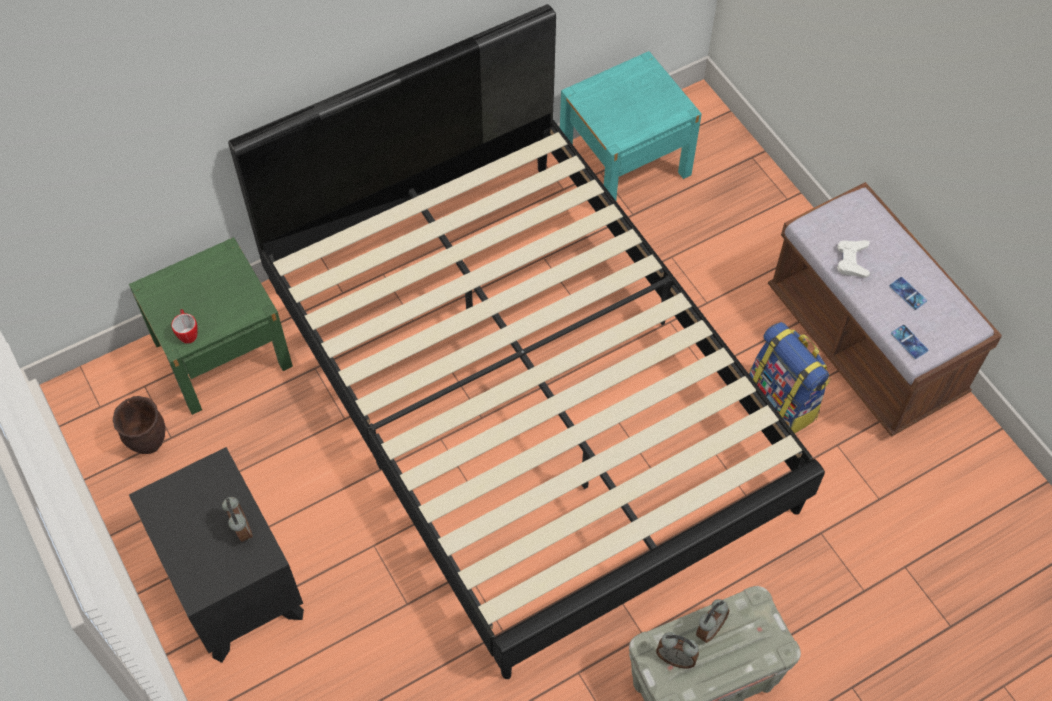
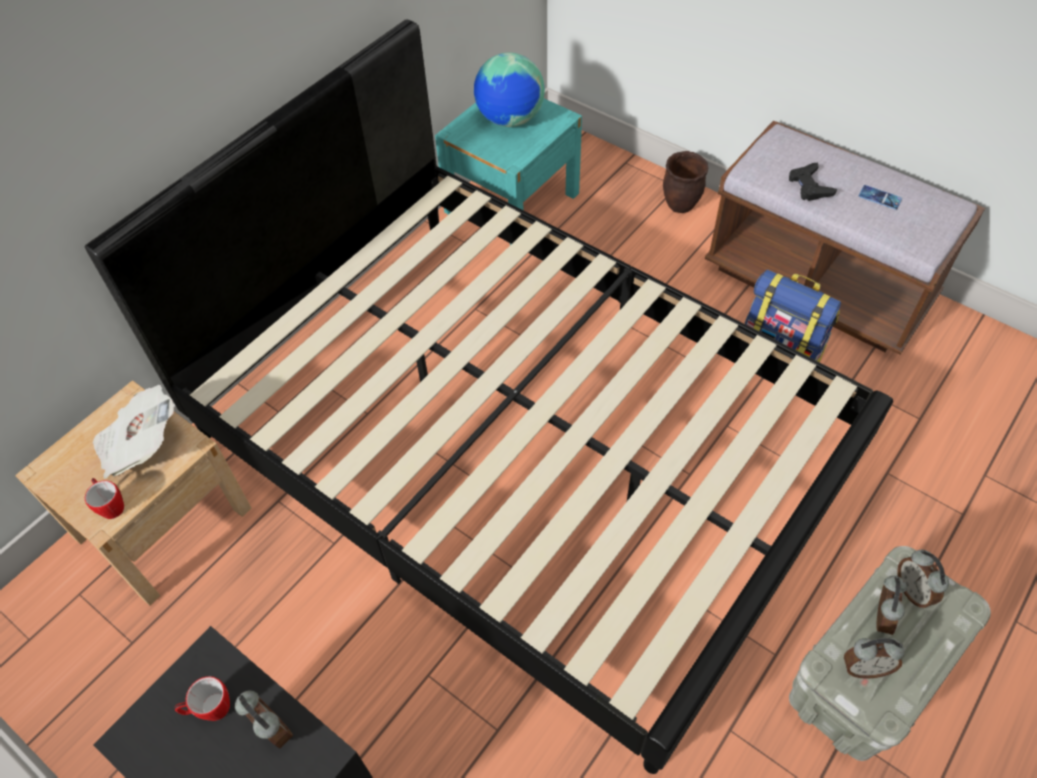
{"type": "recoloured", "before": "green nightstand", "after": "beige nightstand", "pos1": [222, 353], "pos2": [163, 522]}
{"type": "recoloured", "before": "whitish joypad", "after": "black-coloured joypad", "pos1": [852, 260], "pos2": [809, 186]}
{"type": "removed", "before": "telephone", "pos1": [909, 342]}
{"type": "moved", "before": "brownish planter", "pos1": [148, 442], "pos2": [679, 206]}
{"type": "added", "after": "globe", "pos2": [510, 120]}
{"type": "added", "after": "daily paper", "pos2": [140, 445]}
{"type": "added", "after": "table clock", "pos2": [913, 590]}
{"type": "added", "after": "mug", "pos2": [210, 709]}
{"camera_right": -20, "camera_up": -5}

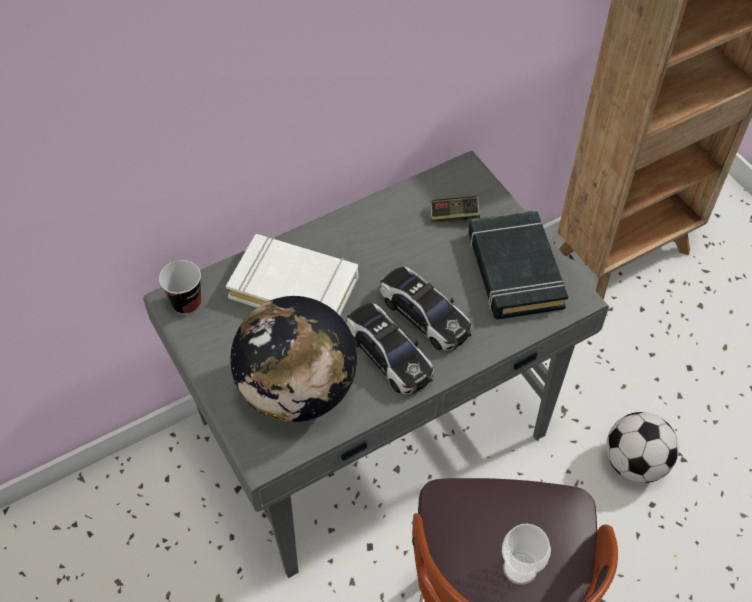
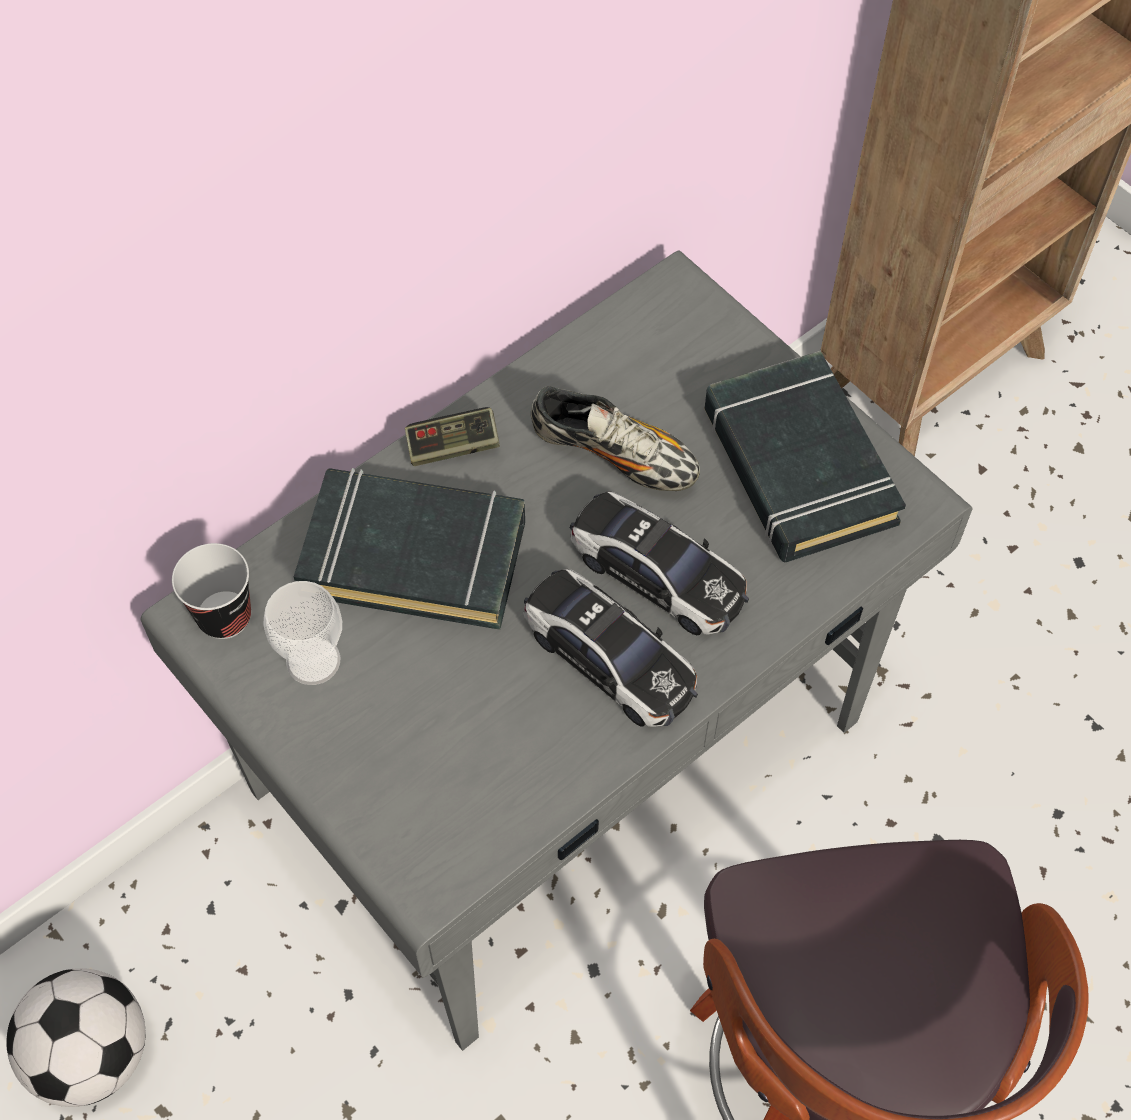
{"type": "moved", "before": "joypad", "pos1": [454, 215], "pos2": [453, 446]}
{"type": "recoloured", "before": "whitish bound book", "after": "black-coloured bound book", "pos1": [294, 287], "pos2": [414, 556]}
{"type": "removed", "before": "globe", "pos1": [297, 391]}
{"type": "moved", "before": "football", "pos1": [634, 462], "pos2": [92, 1054]}
{"type": "moved", "before": "small cup", "pos1": [520, 568], "pos2": [313, 661]}
{"type": "added", "after": "shoe", "pos2": [614, 455]}
{"camera_right": -10, "camera_up": 5}

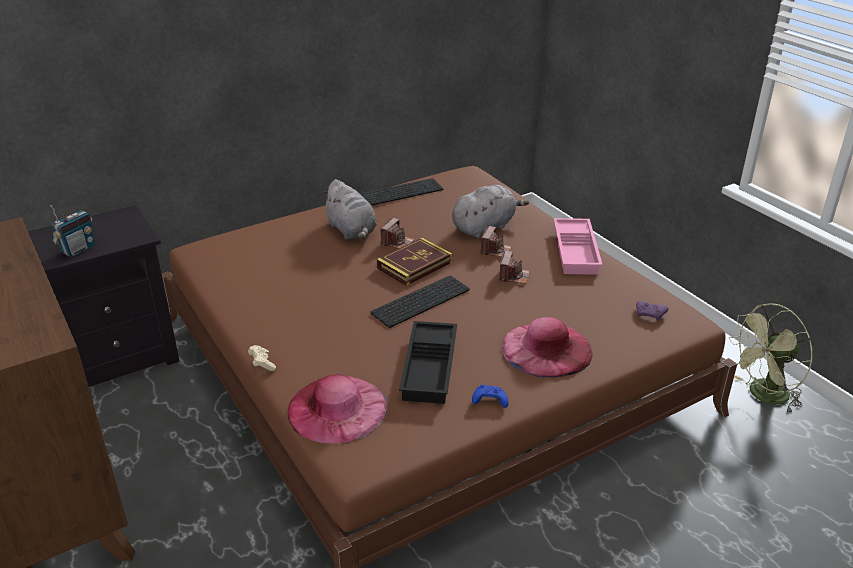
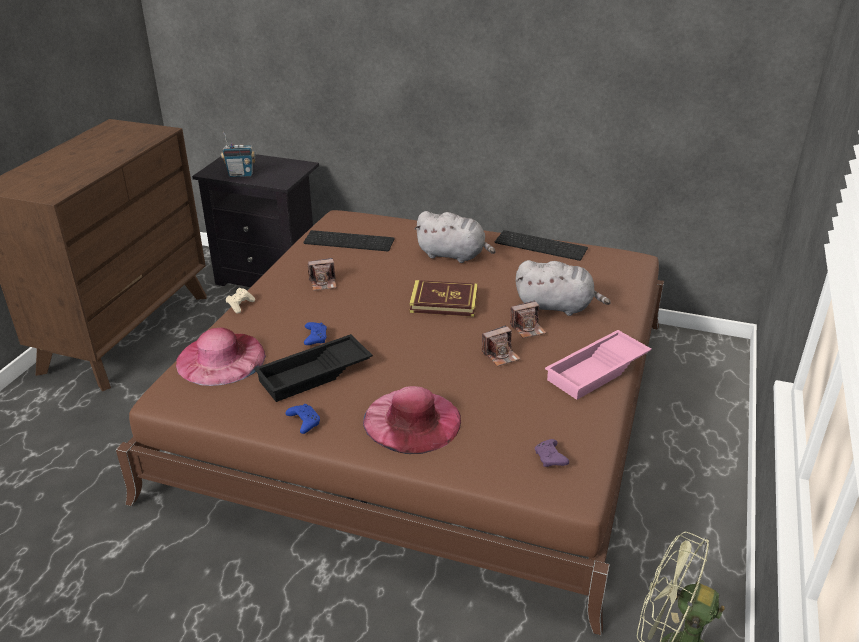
{"type": "turned", "before": "grey soft toy", "pos1": [352, 231], "pos2": [453, 255], "turn": -90}
{"type": "moved", "before": "still camera", "pos1": [397, 242], "pos2": [323, 283]}
{"type": "moved", "before": "computer keyboard", "pos1": [420, 300], "pos2": [350, 240]}
{"type": "added", "after": "blue-coloured joypad", "pos2": [315, 337]}
{"camera_right": 50, "camera_up": 0}

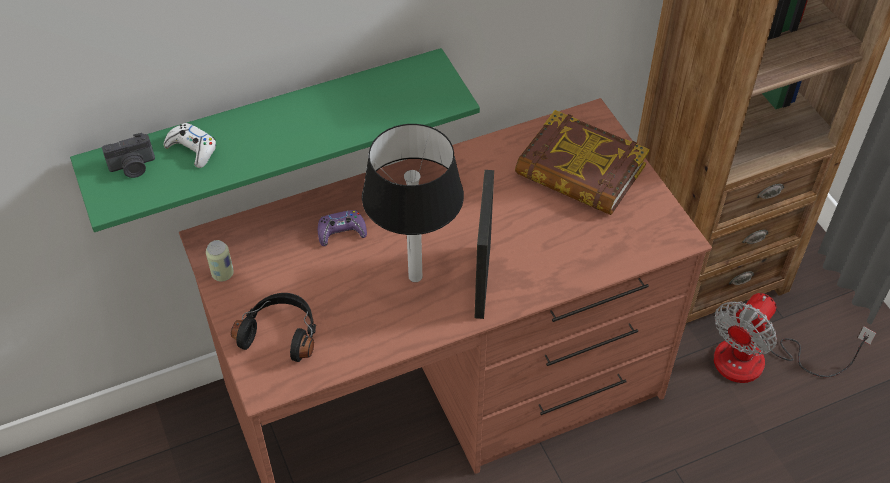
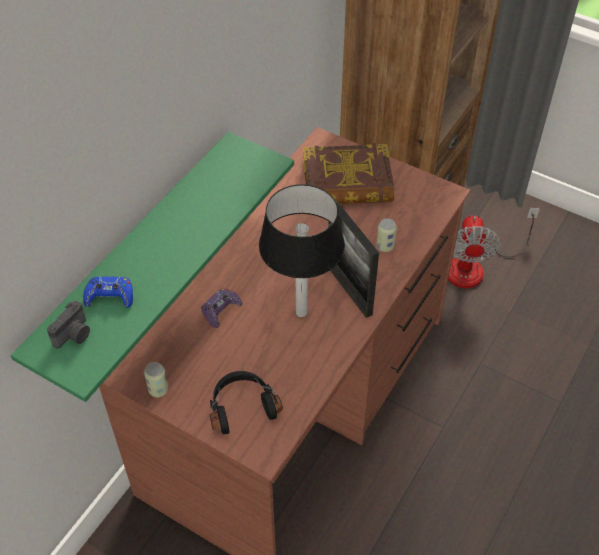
{"type": "recoloured", "before": "whitish joypad", "after": "blue-coloured joypad", "pos1": [192, 149], "pos2": [110, 296]}
{"type": "added", "after": "sealed can", "pos2": [385, 246]}
{"camera_right": -35, "camera_up": 0}

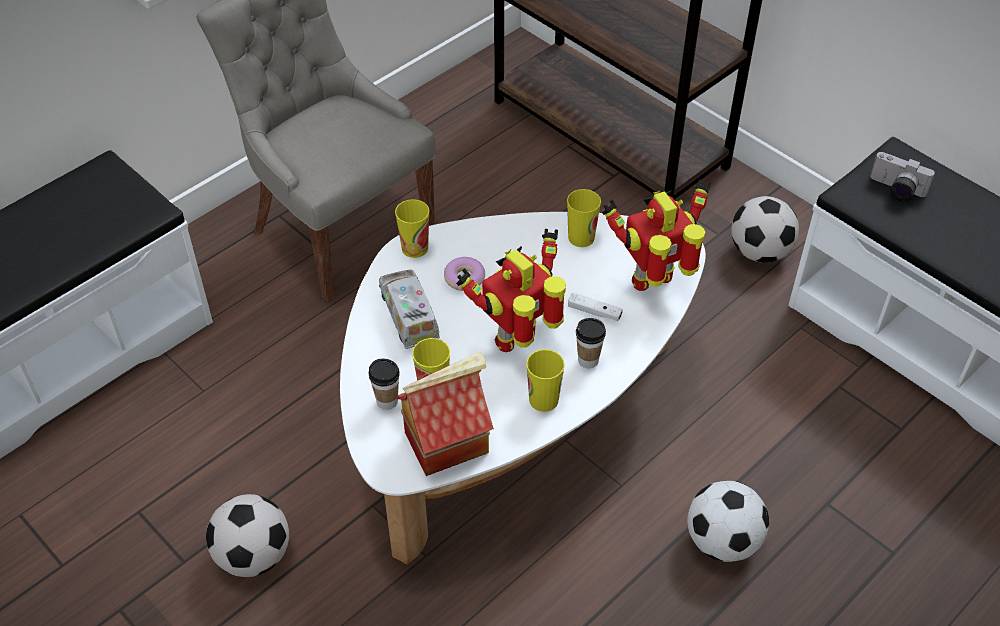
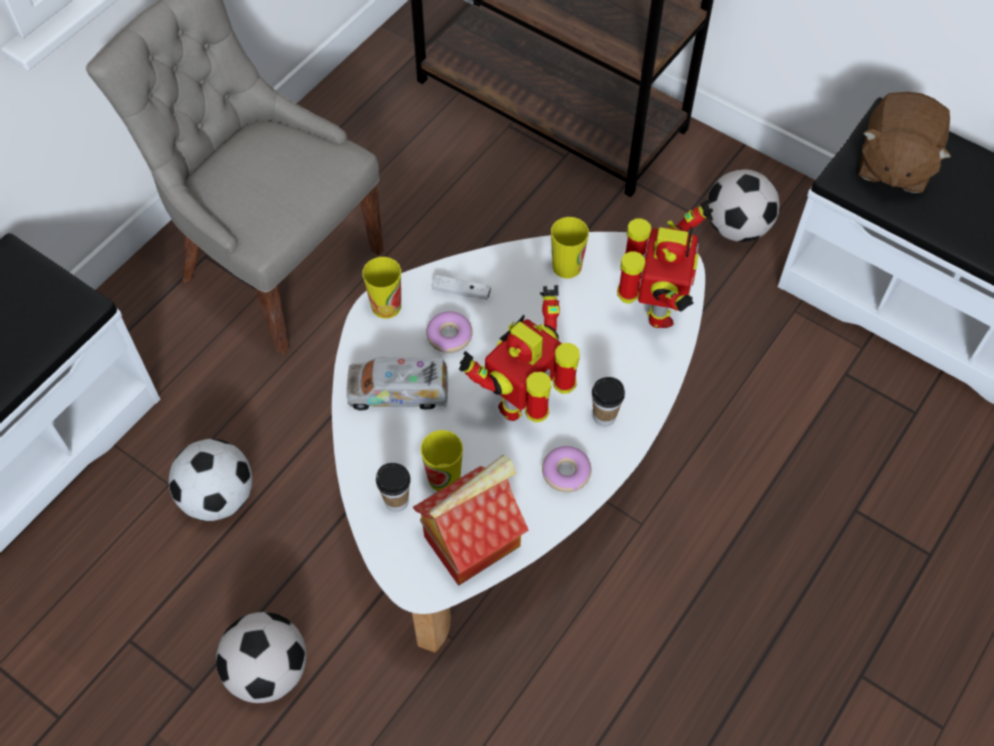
{"type": "replaced", "before": "still camera", "after": "brownish soft toy", "pos1": [895, 190], "pos2": [894, 164]}
{"type": "turned", "before": "model robot", "pos1": [655, 282], "pos2": [657, 310], "turn": 135}
{"type": "turned", "before": "toy truck", "pos1": [409, 316], "pos2": [398, 392], "turn": -60}
{"type": "moved", "before": "whitish joypad", "pos1": [594, 312], "pos2": [461, 292]}
{"type": "replaced", "before": "small cup", "after": "doughnut", "pos1": [543, 399], "pos2": [566, 472]}
{"type": "moved", "before": "football", "pos1": [722, 542], "pos2": [218, 497]}
{"camera_right": -10, "camera_up": 10}

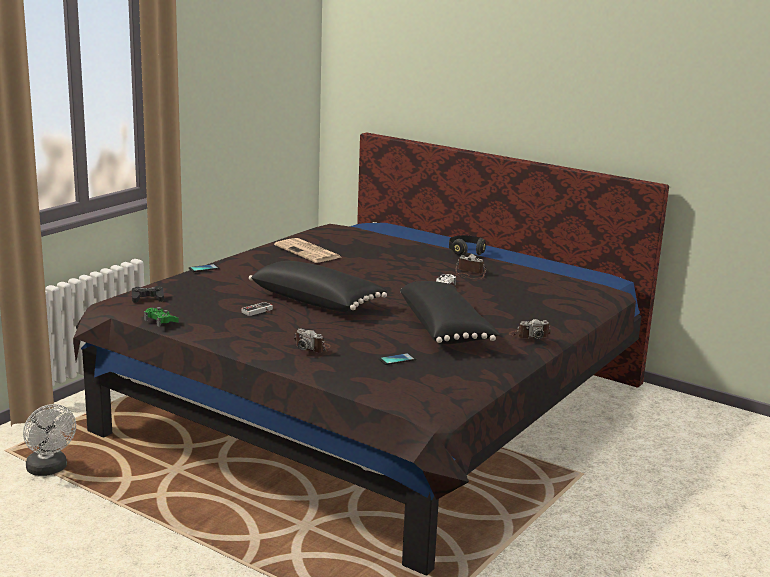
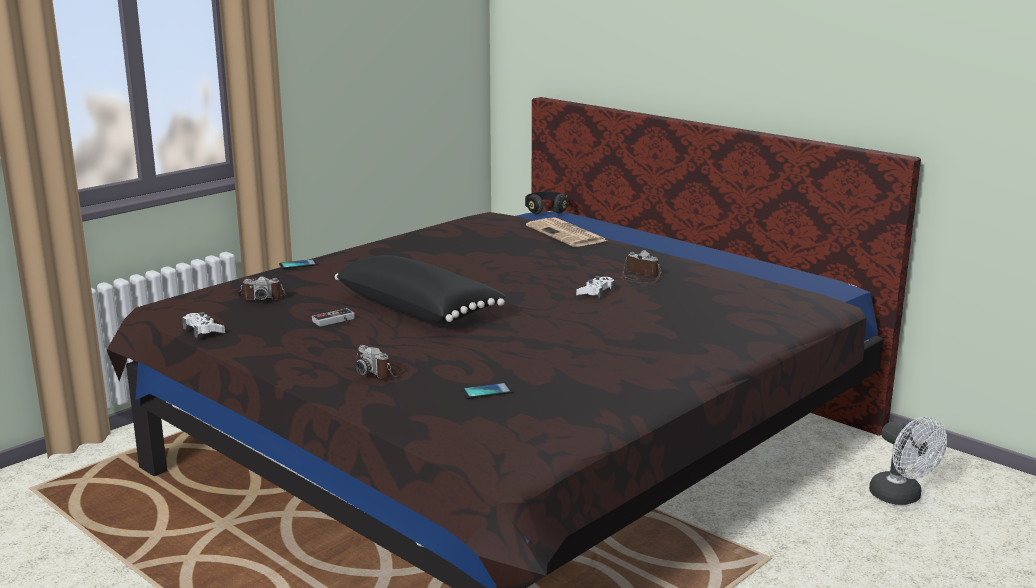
{"type": "moved", "before": "black-coloured headphones", "pos1": [466, 252], "pos2": [546, 210]}
{"type": "moved", "before": "daily paper", "pos1": [309, 252], "pos2": [567, 234]}
{"type": "removed", "before": "black-coloured pillow", "pos1": [445, 329]}
{"type": "removed", "before": "black-coloured joypad", "pos1": [147, 298]}
{"type": "recoloured", "before": "green joypad", "after": "whitish joypad", "pos1": [160, 321], "pos2": [203, 330]}
{"type": "moved", "before": "still camera", "pos1": [529, 336], "pos2": [262, 297]}
{"type": "moved", "before": "whitish fan", "pos1": [49, 470], "pos2": [901, 497]}
{"camera_right": 10, "camera_up": 0}

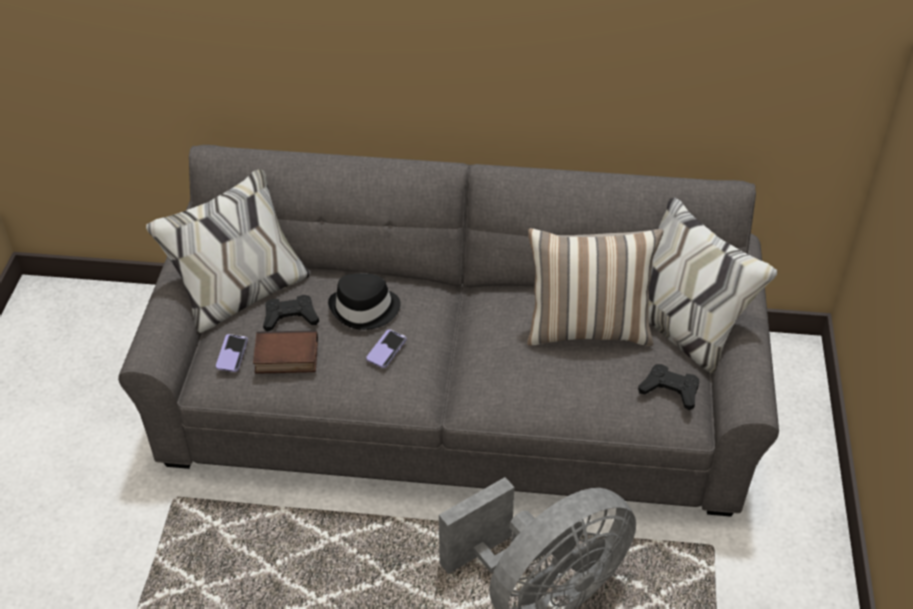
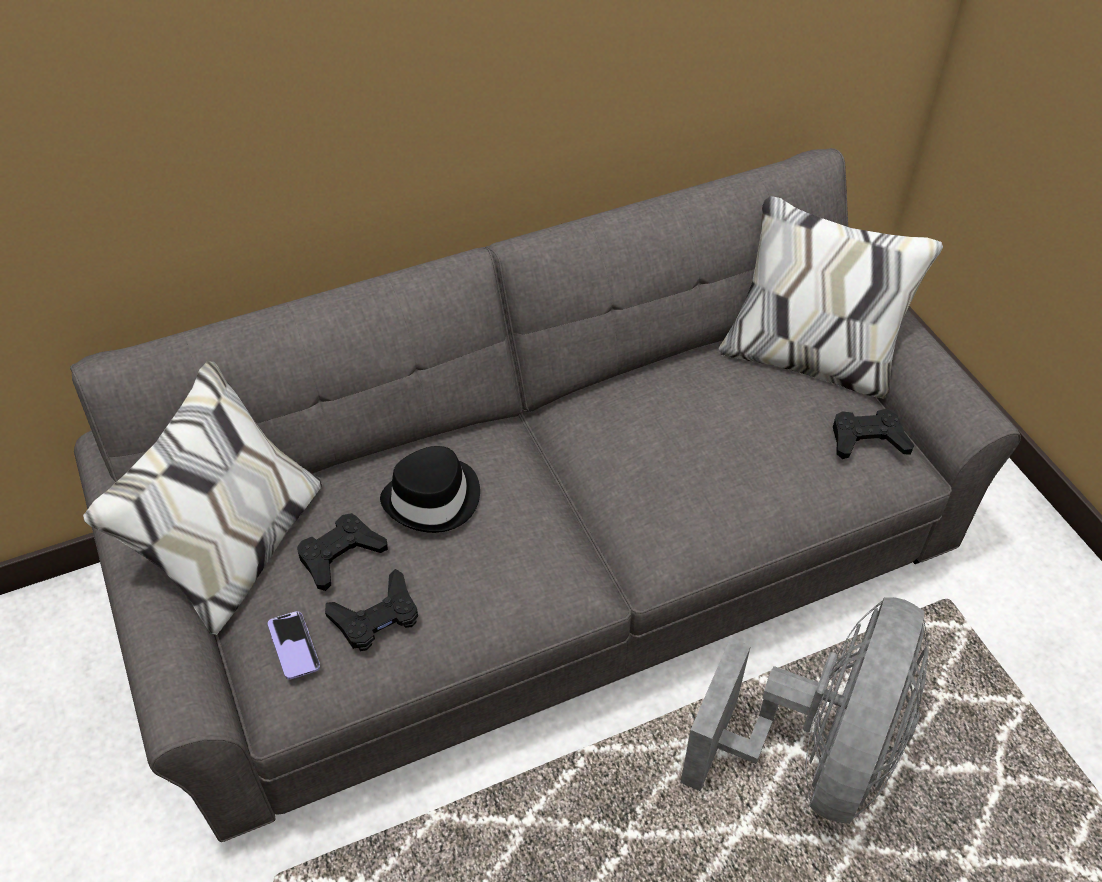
{"type": "removed", "before": "pillow", "pos1": [588, 328]}
{"type": "removed", "before": "telephone", "pos1": [386, 350]}
{"type": "replaced", "before": "bound book", "after": "black-coloured joypad", "pos1": [285, 358], "pos2": [376, 617]}
{"camera_right": -30, "camera_up": 5}

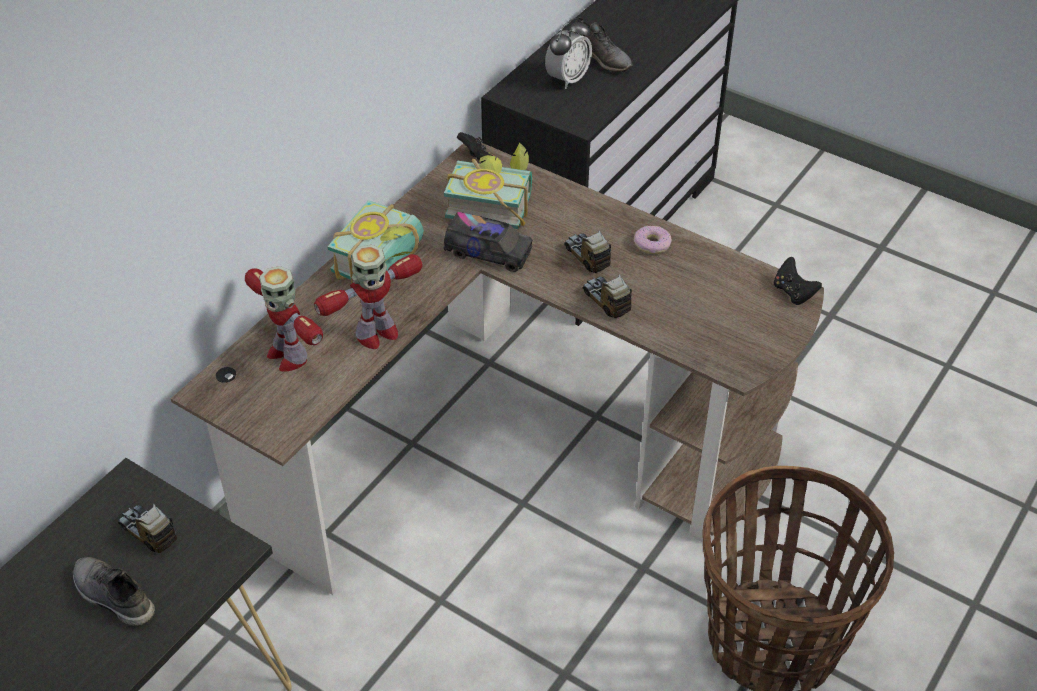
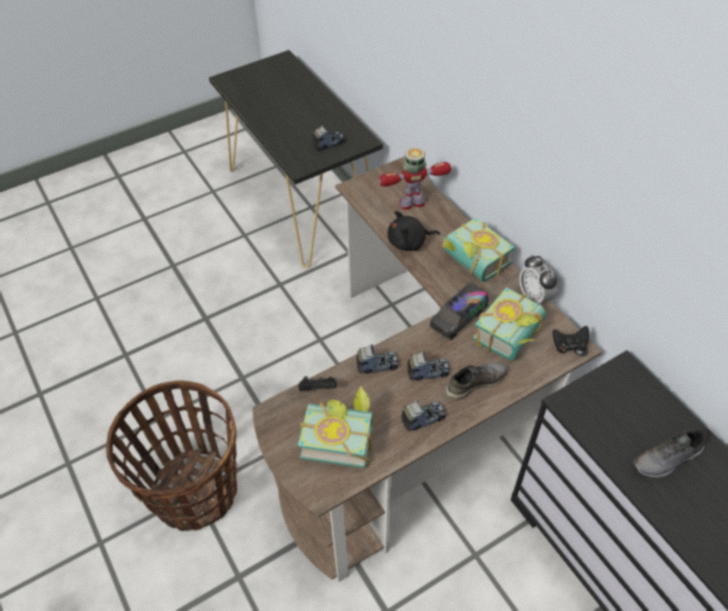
{"type": "moved", "before": "table clock", "pos1": [568, 79], "pos2": [534, 297]}
{"type": "replaced", "before": "doughnut", "after": "toy truck", "pos1": [652, 244], "pos2": [423, 418]}
{"type": "replaced", "before": "model robot", "after": "black-coloured soft toy", "pos1": [376, 334], "pos2": [409, 242]}
{"type": "moved", "before": "black-coloured joypad", "pos1": [793, 292], "pos2": [318, 389]}
{"type": "moved", "before": "grey shoe", "pos1": [112, 597], "pos2": [475, 382]}
{"type": "added", "after": "bound book", "pos2": [339, 435]}
{"camera_right": 115, "camera_up": 5}

